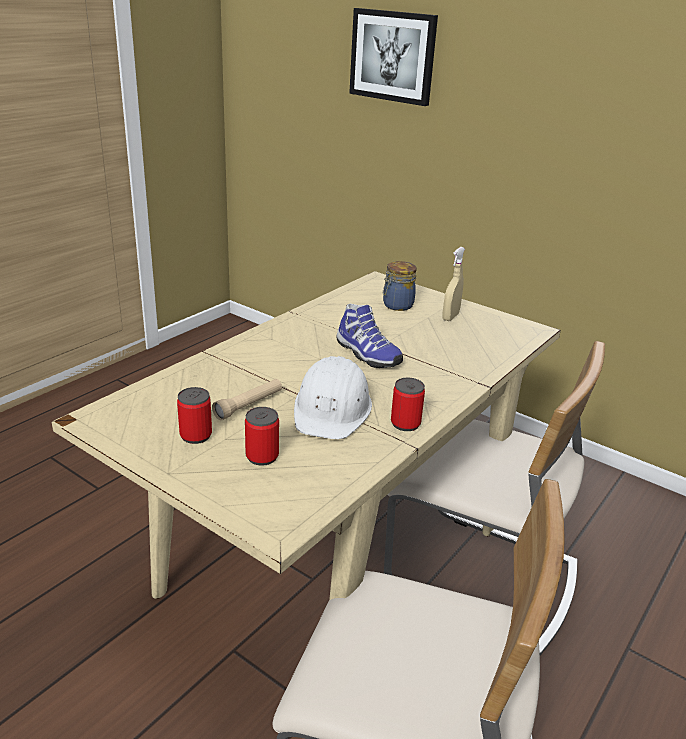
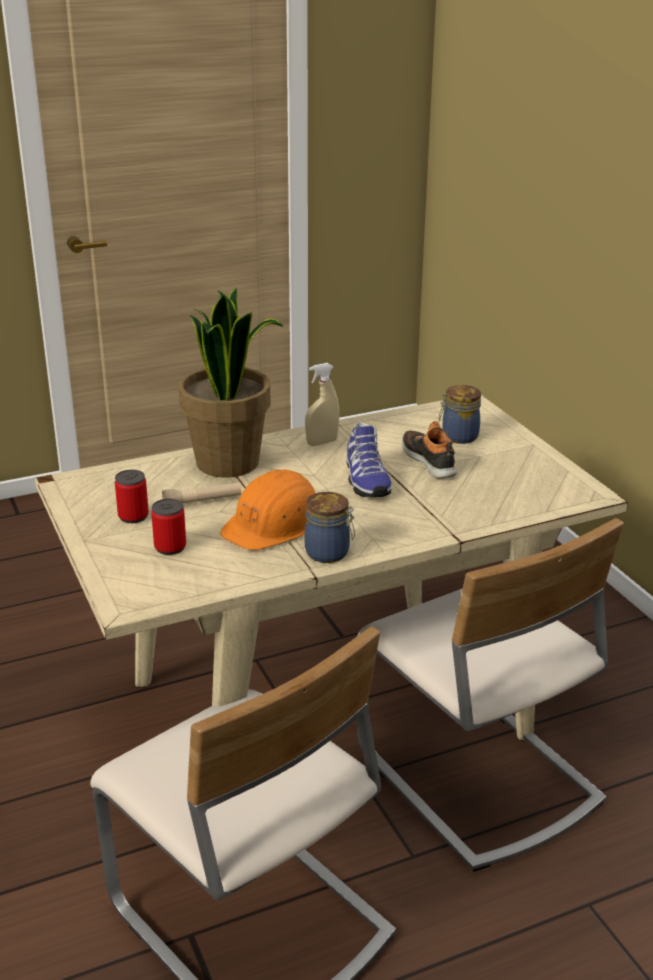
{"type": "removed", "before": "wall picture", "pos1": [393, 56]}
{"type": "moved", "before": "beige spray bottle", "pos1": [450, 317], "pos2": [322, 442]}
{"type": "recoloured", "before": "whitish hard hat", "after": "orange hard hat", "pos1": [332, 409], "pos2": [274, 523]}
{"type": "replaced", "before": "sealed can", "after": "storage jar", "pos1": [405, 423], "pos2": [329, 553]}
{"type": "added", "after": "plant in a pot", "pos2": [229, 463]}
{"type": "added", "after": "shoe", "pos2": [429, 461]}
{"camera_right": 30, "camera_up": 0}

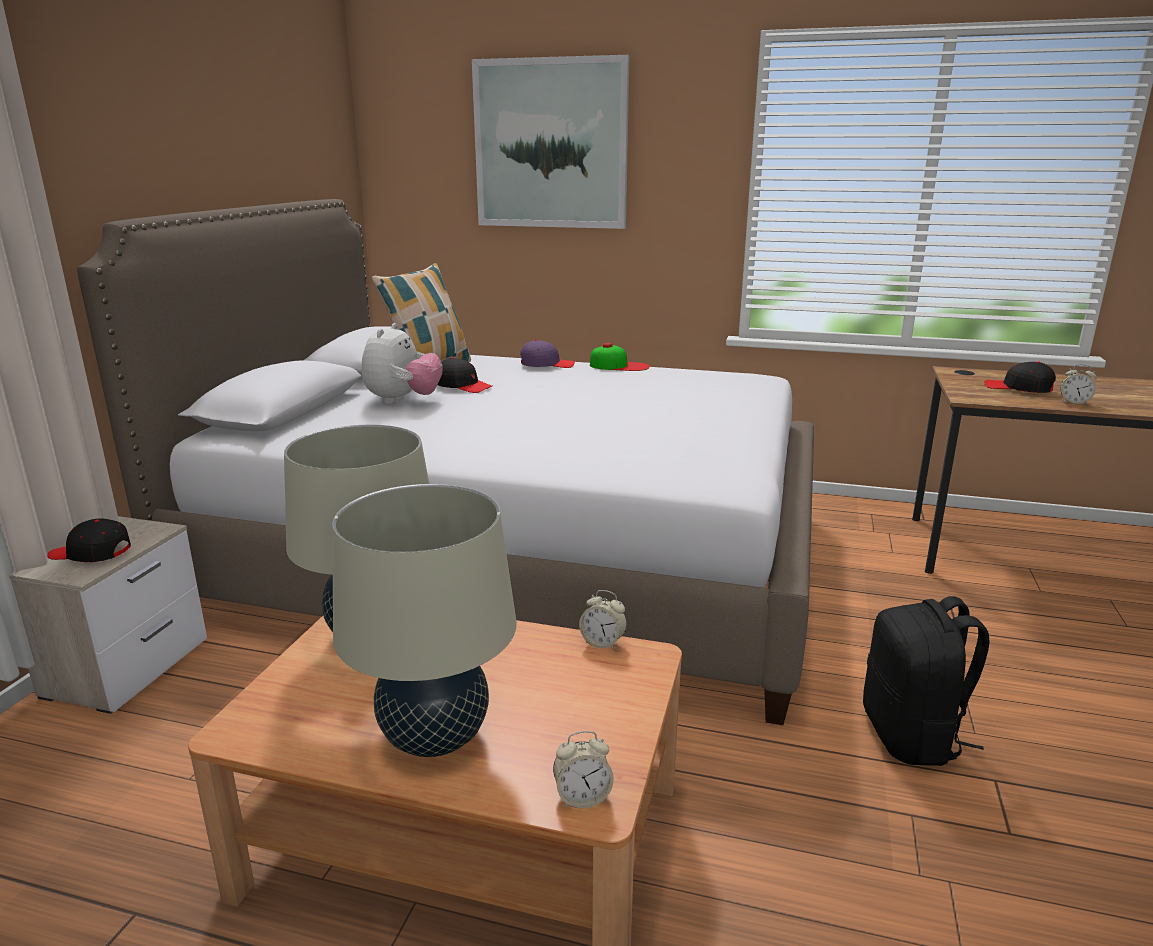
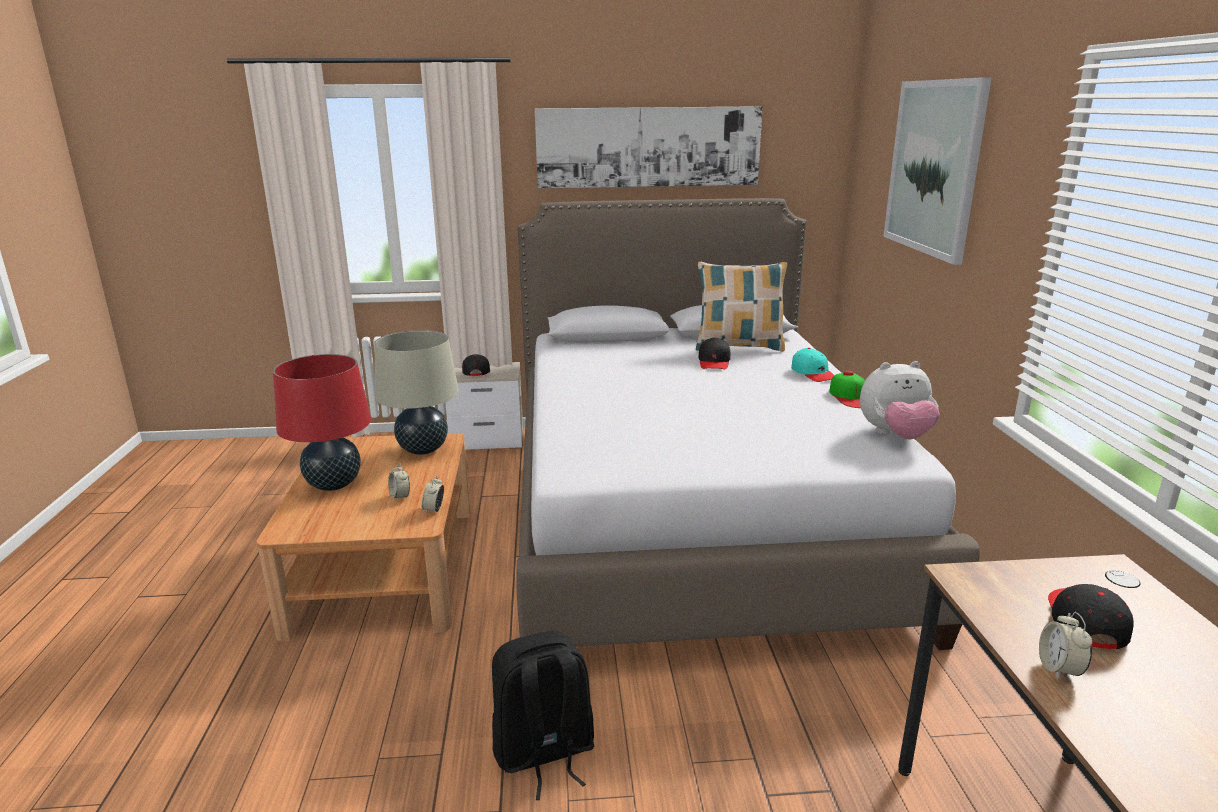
{"type": "moved", "before": "soft toy", "pos1": [403, 401], "pos2": [895, 436]}
{"type": "recoloured", "before": "purple-coloured cap", "after": "turquoise-coloured cap", "pos1": [546, 364], "pos2": [813, 373]}
{"type": "recoloured", "before": "beige table lamp", "after": "reddish table lamp", "pos1": [434, 737], "pos2": [333, 484]}
{"type": "moved", "before": "table clock", "pos1": [582, 797], "pos2": [400, 497]}
{"type": "added", "after": "wall picture", "pos2": [648, 147]}
{"camera_right": 70, "camera_up": 0}

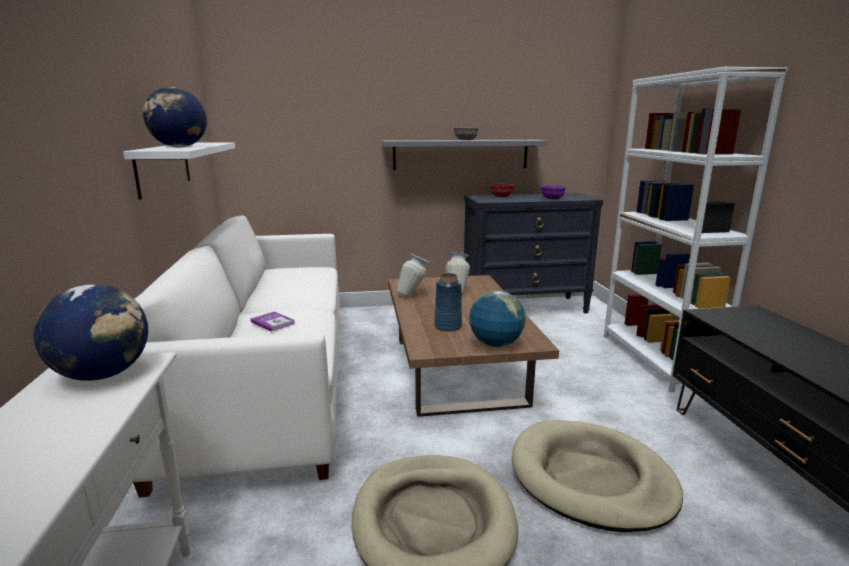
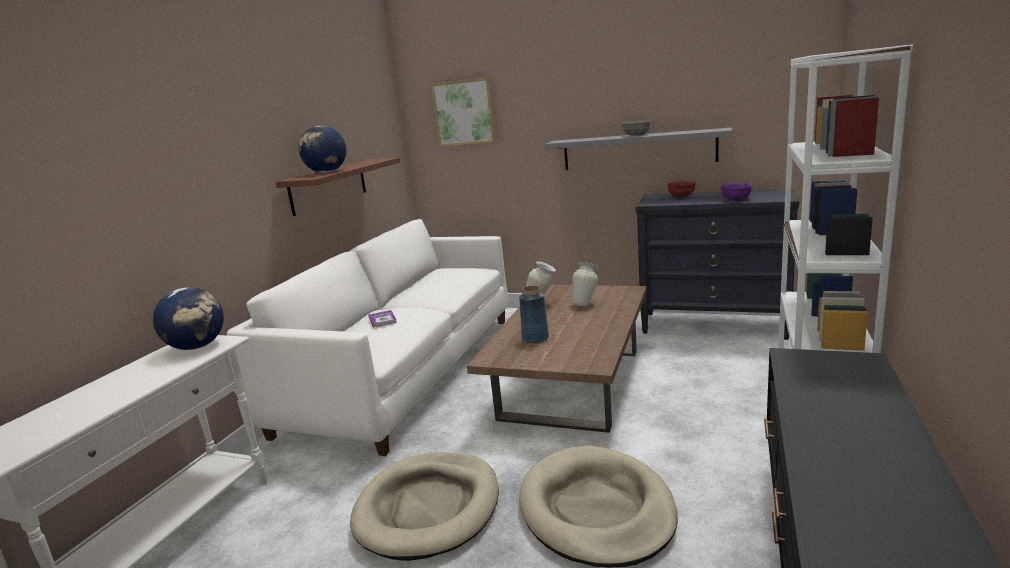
{"type": "recoloured", "before": "whitish wall shelf", "after": "brownish wall shelf", "pos1": [164, 167], "pos2": [329, 186]}
{"type": "removed", "before": "globe", "pos1": [495, 344]}
{"type": "added", "after": "wall picture", "pos2": [464, 112]}
{"camera_right": 30, "camera_up": 0}

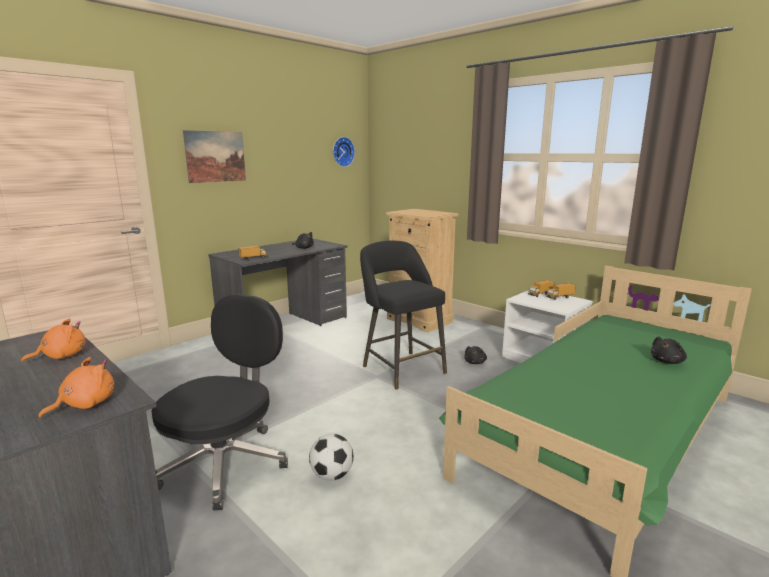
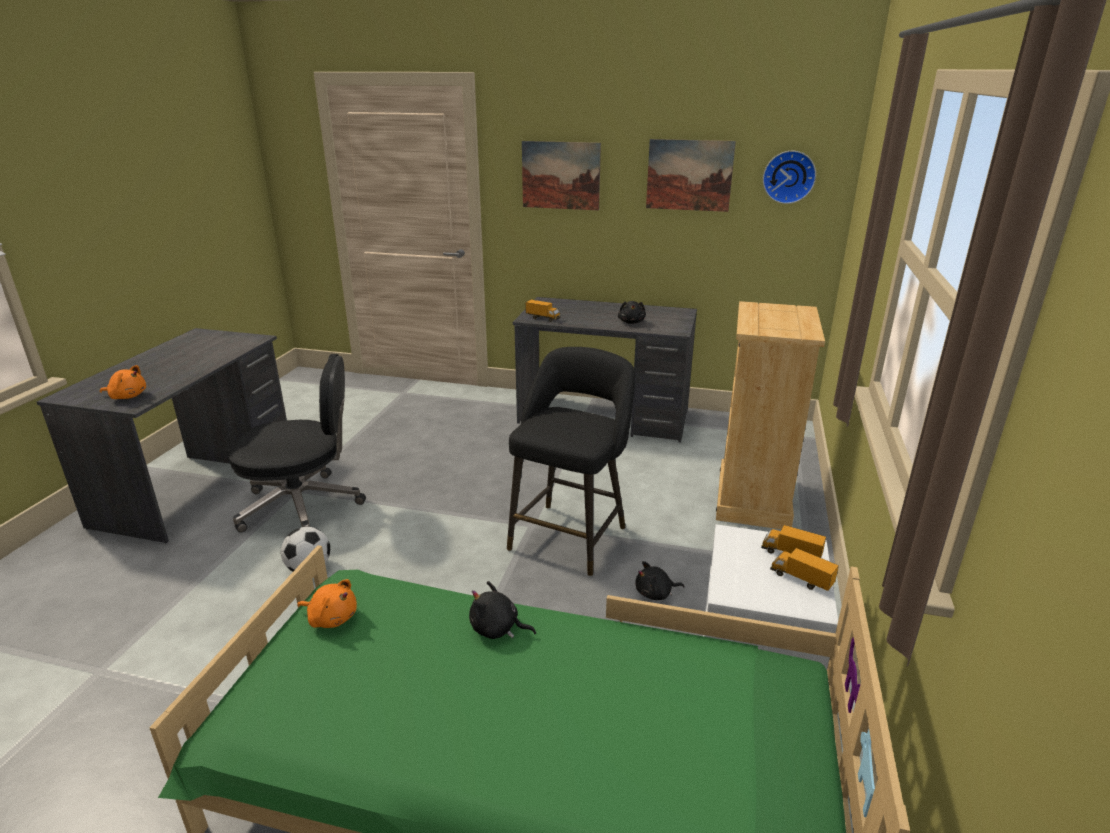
{"type": "moved", "before": "orange soft toy", "pos1": [61, 356], "pos2": [331, 618]}
{"type": "moved", "before": "black-coloured soft toy", "pos1": [667, 361], "pos2": [497, 629]}
{"type": "added", "after": "wall picture", "pos2": [689, 175]}
{"camera_right": 60, "camera_up": 10}

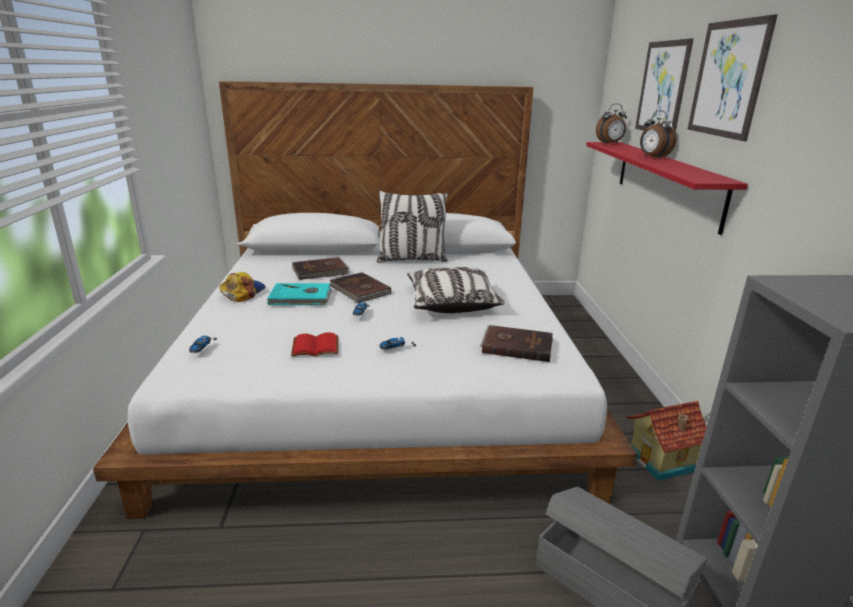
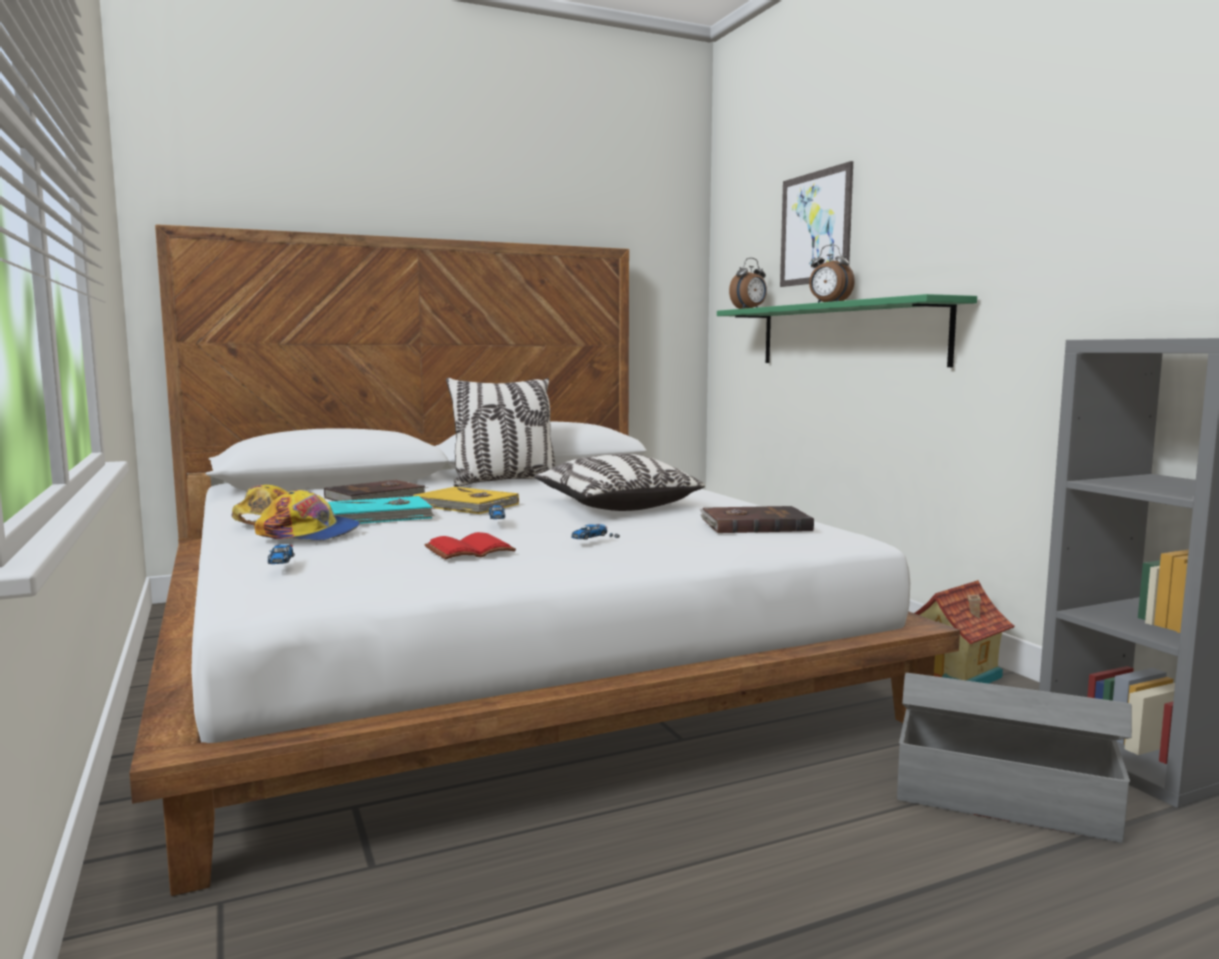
{"type": "removed", "before": "wall picture", "pos1": [728, 79]}
{"type": "recoloured", "before": "reddish wall shelf", "after": "green wall shelf", "pos1": [666, 181], "pos2": [847, 335]}
{"type": "recoloured", "before": "brownish bound book", "after": "yellowish bound book", "pos1": [359, 290], "pos2": [465, 505]}
{"type": "added", "after": "cap", "pos2": [310, 533]}
{"camera_right": -20, "camera_up": -15}

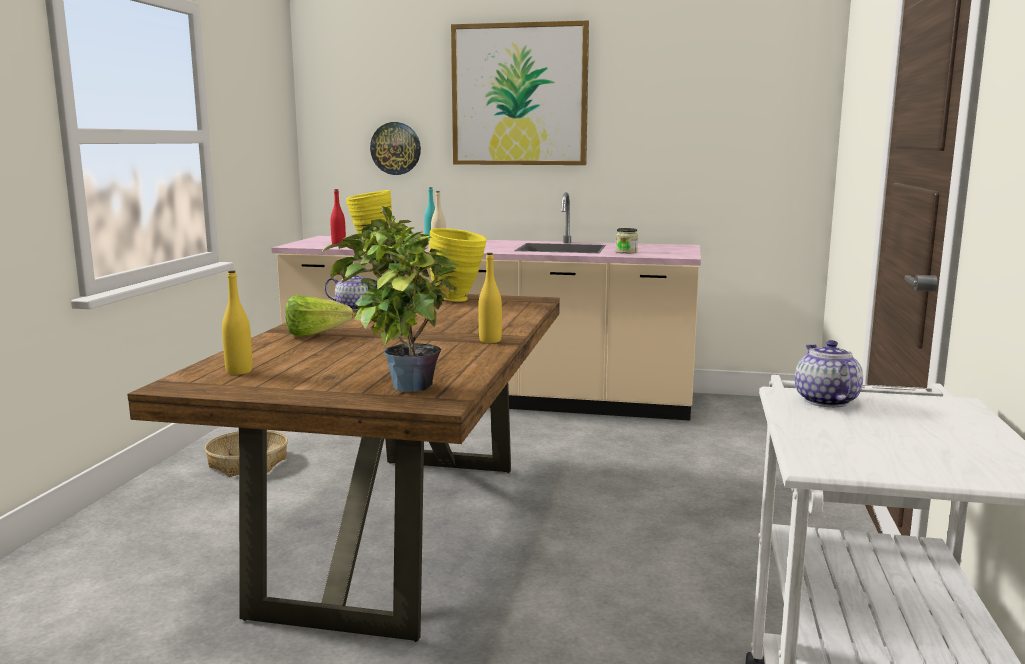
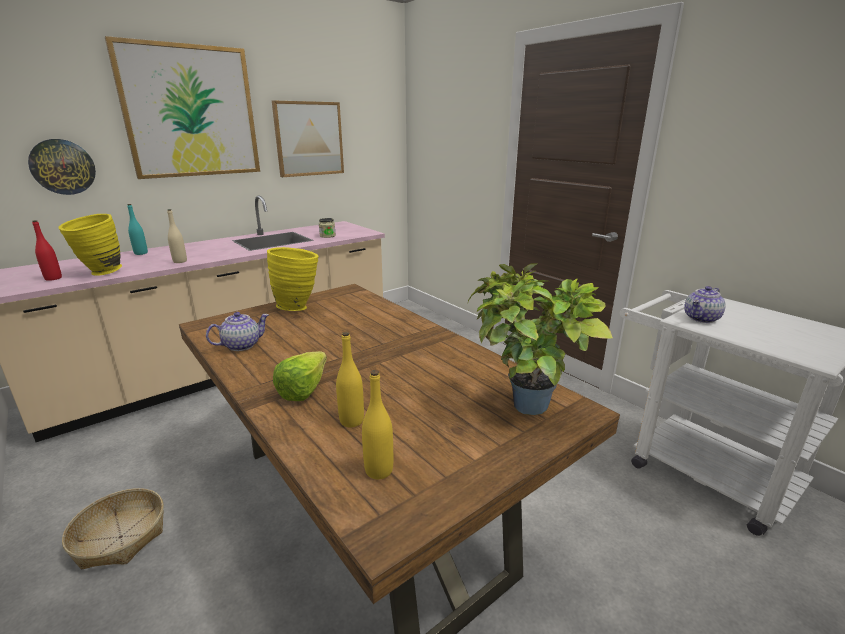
{"type": "moved", "before": "yellowish beverage bottle", "pos1": [490, 341], "pos2": [351, 421]}
{"type": "turned", "before": "tea pot", "pos1": [825, 401], "pos2": [701, 318], "turn": -75}
{"type": "added", "after": "wall picture", "pos2": [309, 139]}
{"camera_right": -50, "camera_up": 10}

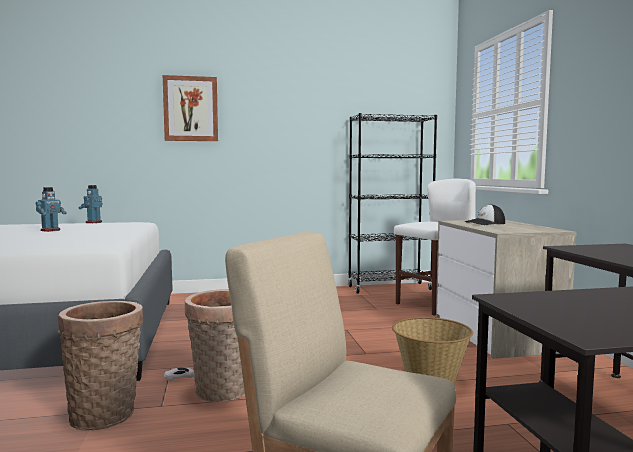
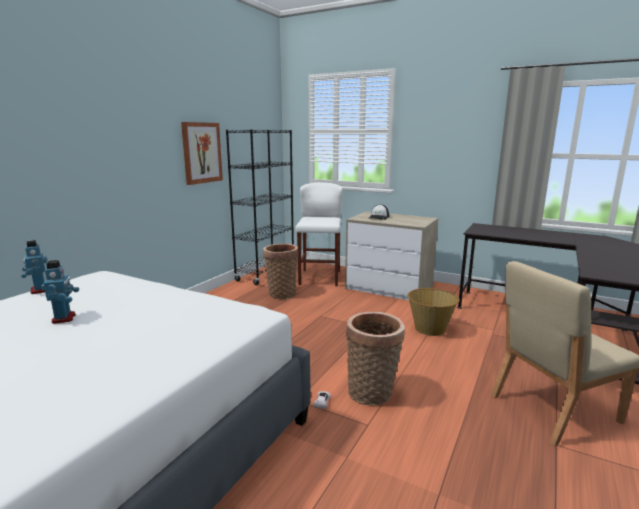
{"type": "moved", "before": "wall picture", "pos1": [191, 109], "pos2": [202, 153]}
{"type": "moved", "before": "household basket", "pos1": [106, 413], "pos2": [281, 293]}
{"camera_right": -50, "camera_up": 10}

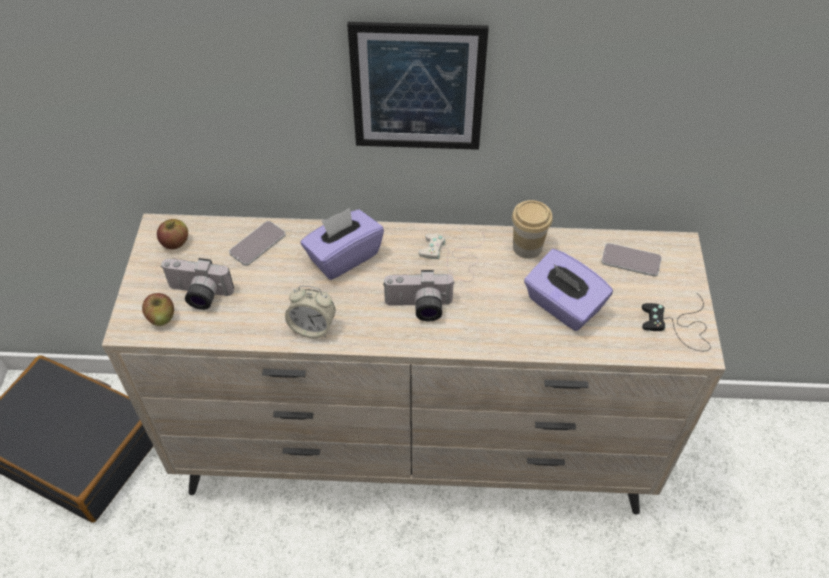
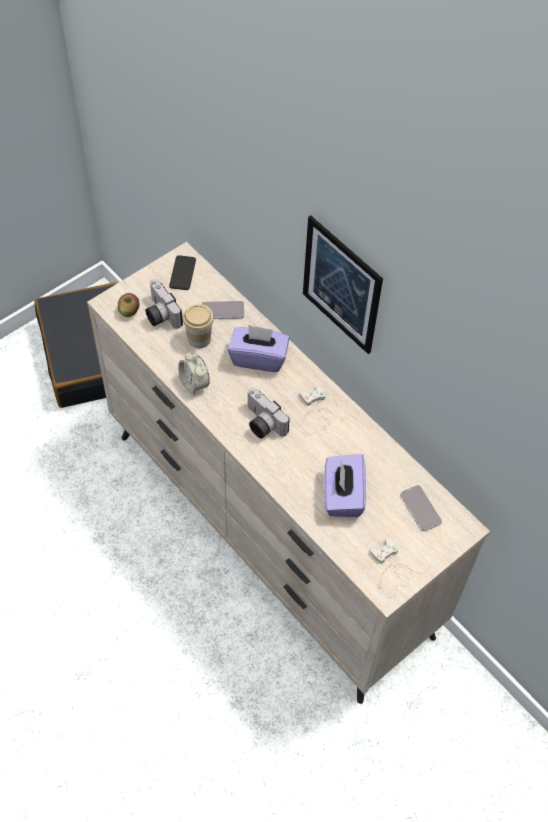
{"type": "moved", "before": "small cup", "pos1": [527, 247], "pos2": [199, 339]}
{"type": "replaced", "before": "apple", "after": "telephone", "pos1": [175, 242], "pos2": [182, 273]}
{"type": "recoloured", "before": "black-coloured joypad", "after": "whitish joypad", "pos1": [679, 326], "pos2": [394, 570]}
{"camera_right": 45, "camera_up": 5}

